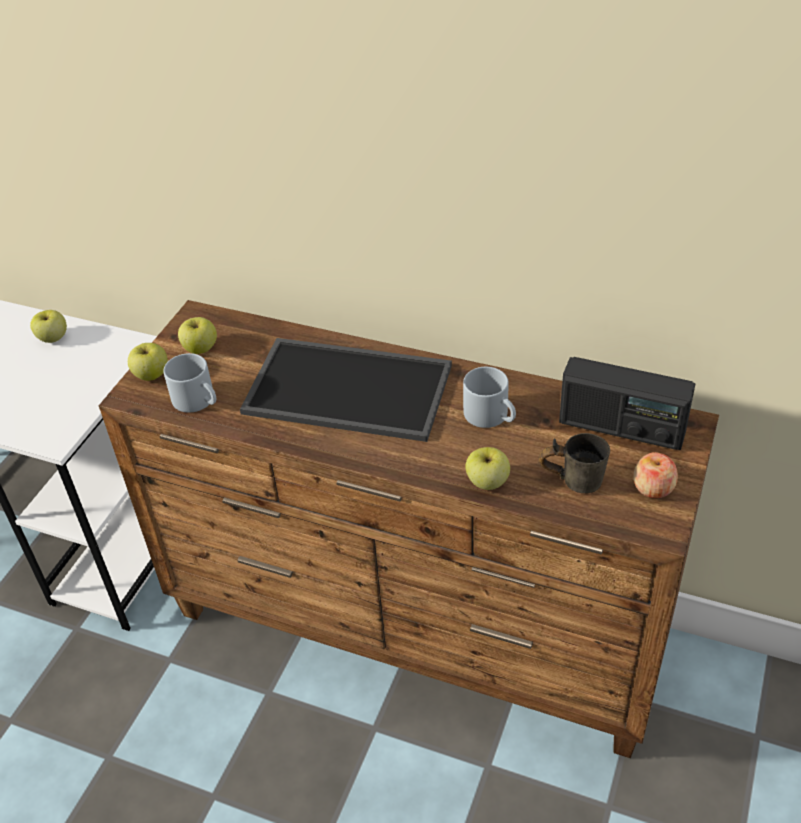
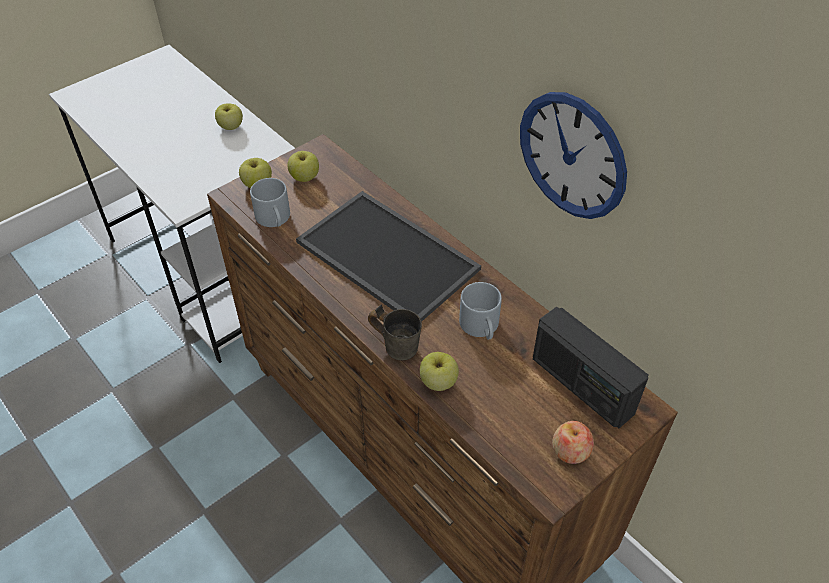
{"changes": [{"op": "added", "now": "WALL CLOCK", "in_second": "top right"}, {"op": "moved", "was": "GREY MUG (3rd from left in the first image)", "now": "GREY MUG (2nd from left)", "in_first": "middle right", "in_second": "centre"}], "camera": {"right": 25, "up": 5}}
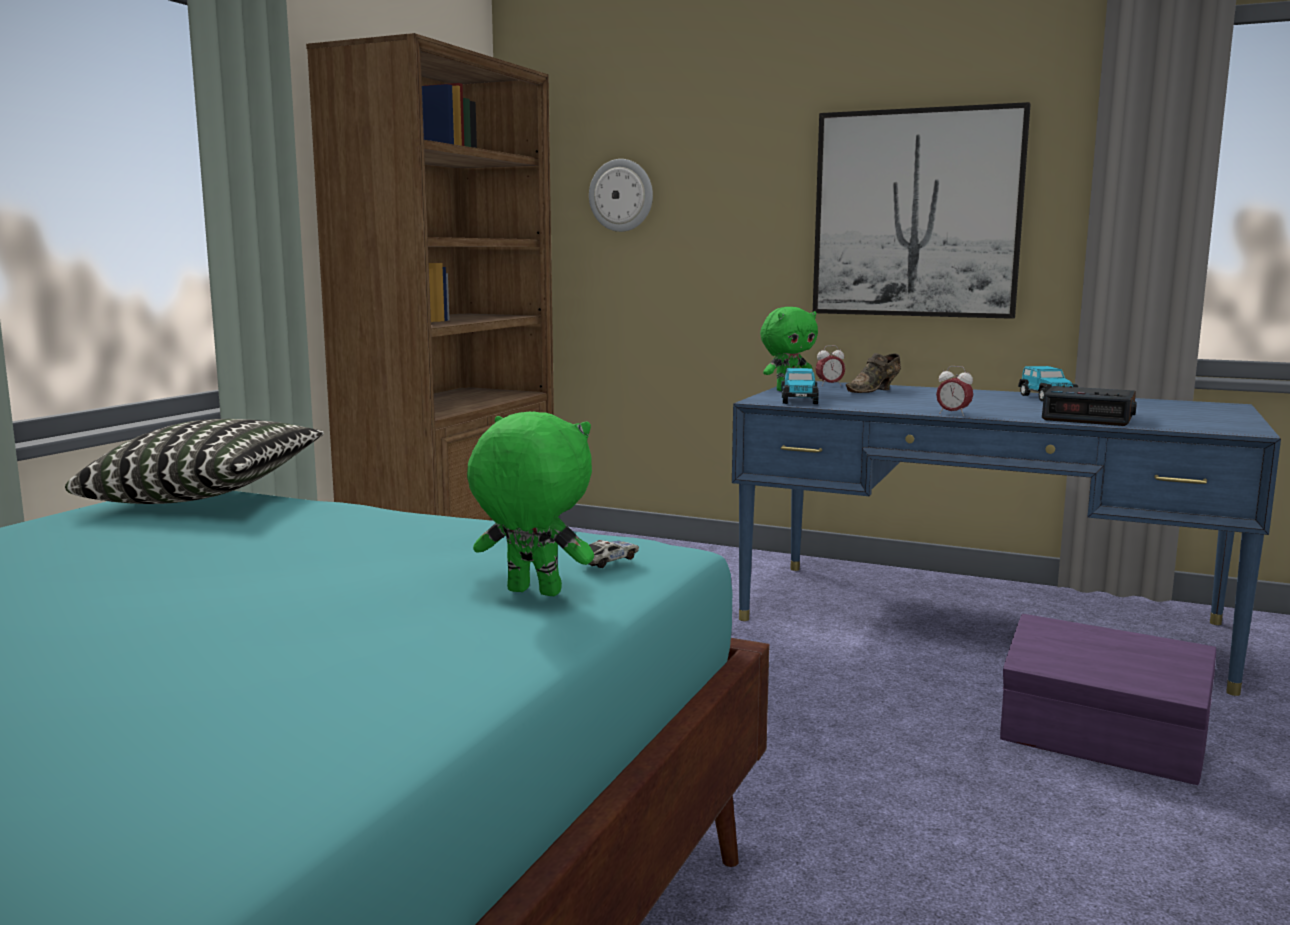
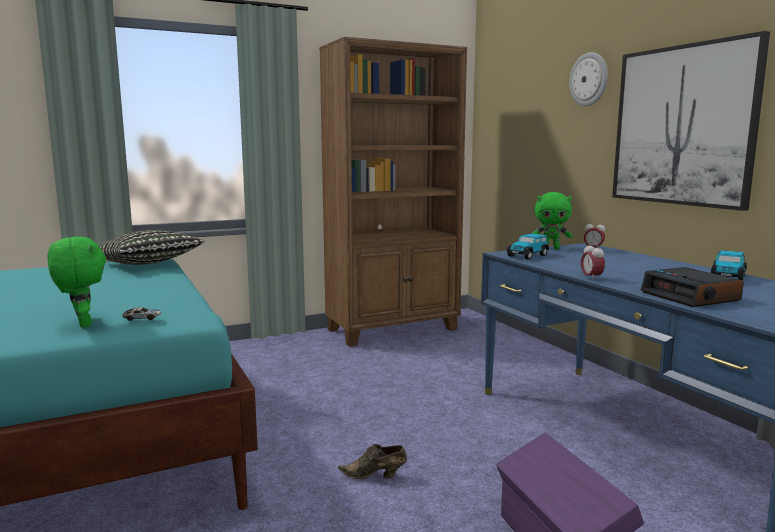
{"changes": [{"op": "moved", "was": "WALL CLOCK", "in_first": "top centre", "in_second": "top right"}, {"op": "moved", "was": "BROWN SHOE", "in_first": "middle right", "in_second": "bottom centre"}], "camera": {"right": 40, "up": 0}}
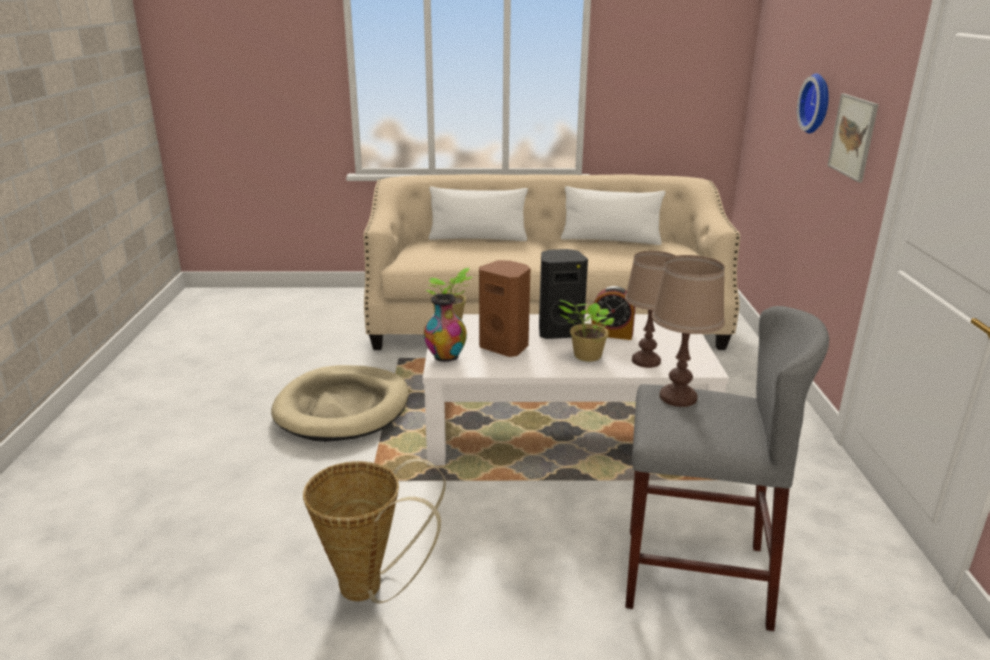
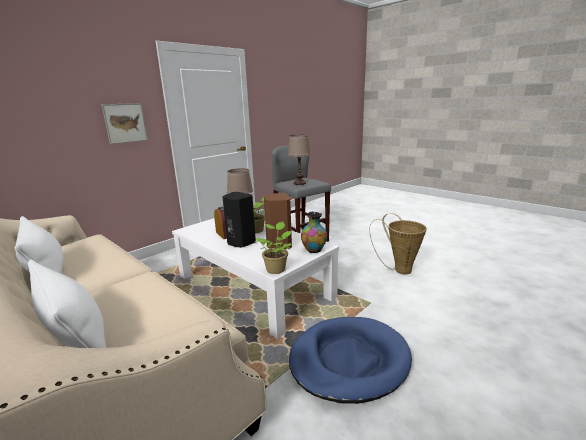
{"changes": [{"op": "removed", "was": "WALL CLOCK", "in_first": "top right"}, {"op": "recoloured", "was": "BEIGE DOG BED", "now": "BLUE DOG BED", "in_first": "centre", "in_second": "bottom centre"}], "camera": {"right": -135, "up": -5}}
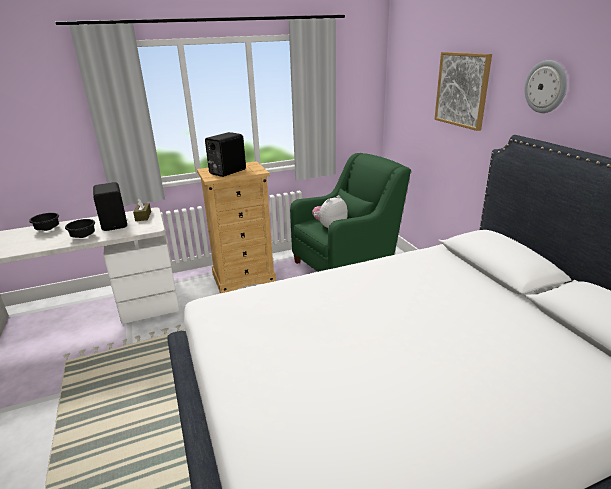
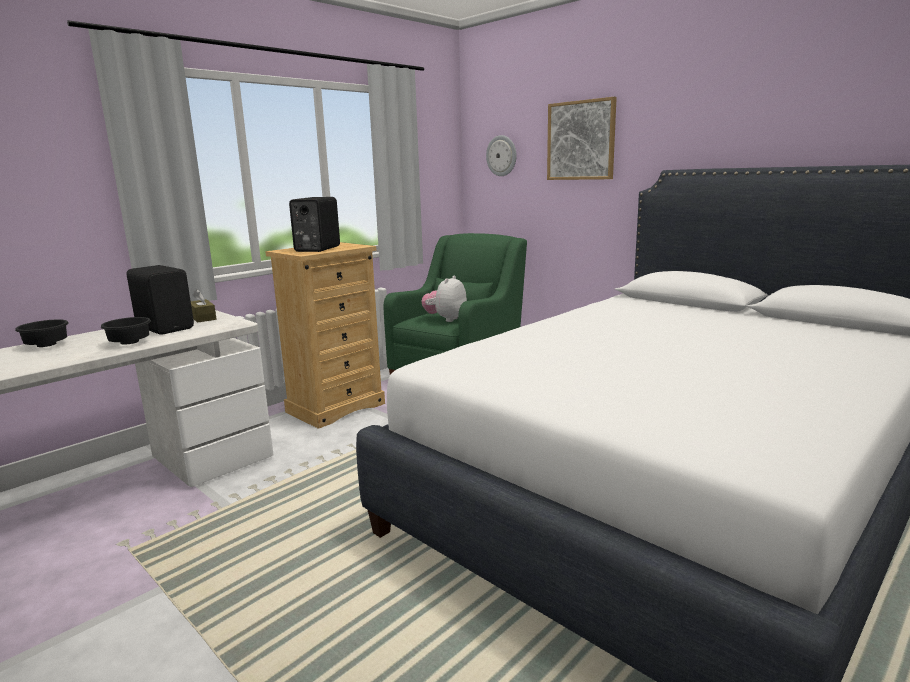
{"changes": [{"op": "moved", "was": "WALL CLOCK", "in_first": "top right", "in_second": "top centre"}], "camera": {"right": -25, "up": -10}}
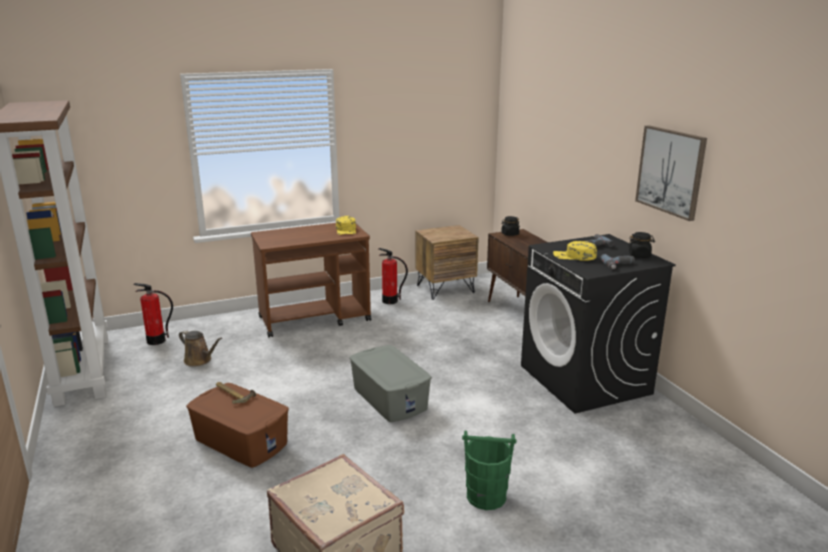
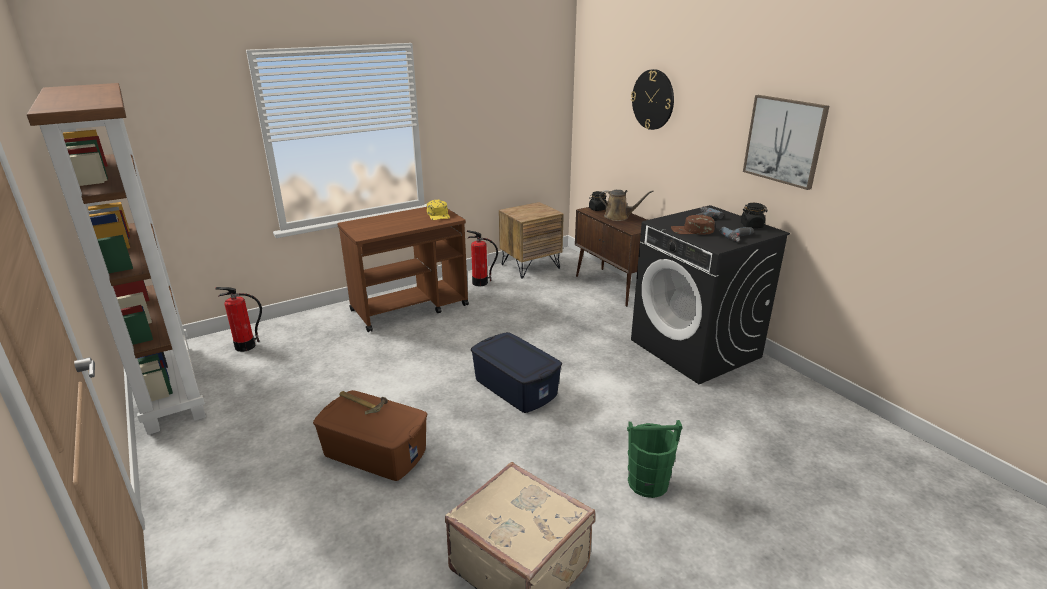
{"changes": [{"op": "added", "now": "WALL CLOCK", "in_second": "top centre"}, {"op": "moved", "was": "BROWN WATERING CAN", "in_first": "middle left", "in_second": "centre"}, {"op": "recoloured", "was": "GREY STORAGE BOX", "now": "BLUE STORAGE BOX", "in_first": "bottom centre", "in_second": "centre"}, {"op": "recoloured", "was": "YELLOW CAP (2nd from left)", "now": "BROWN CAP", "in_first": "middle right", "in_second": "centre"}], "camera": {"right": -10, "up": 5}}
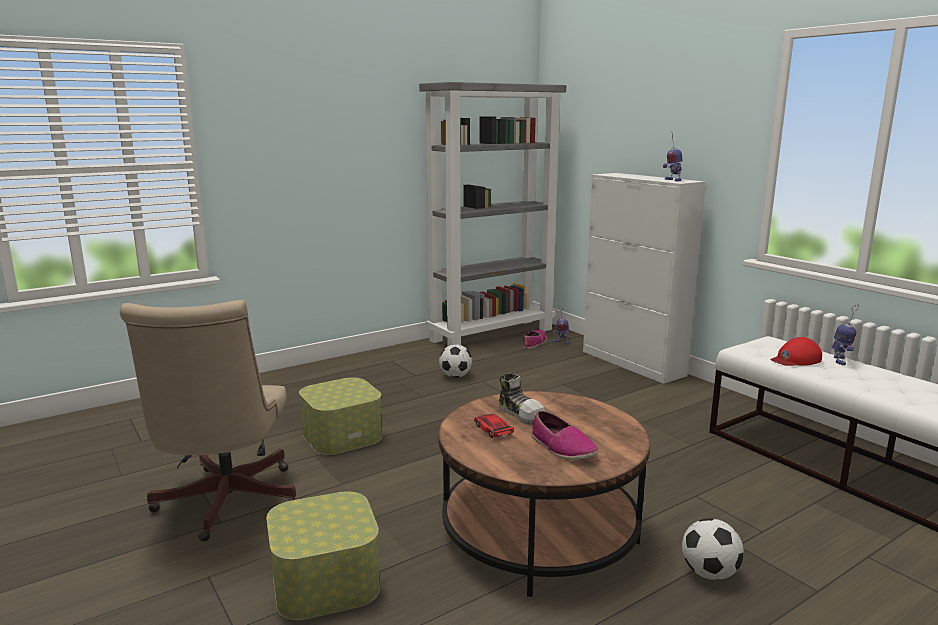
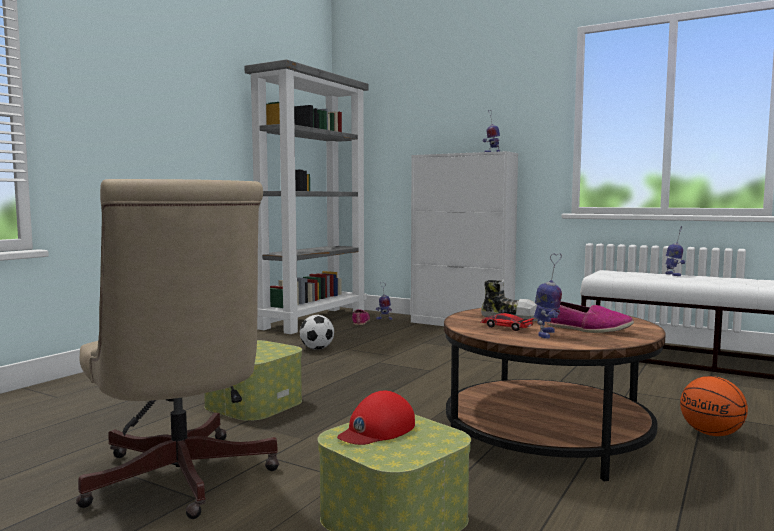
{"changes": [{"op": "added", "now": "TOY ROBOT (3rd from left)", "in_second": "middle right"}, {"op": "moved", "was": "RED CAP", "in_first": "middle right", "in_second": "bottom centre"}, {"op": "replaced", "was": "FOOTBALL (2nd from left)", "now": "BASKETBALL", "in_first": "bottom right", "in_second": "bottom right"}], "camera": {"right": -25, "up": -10}}
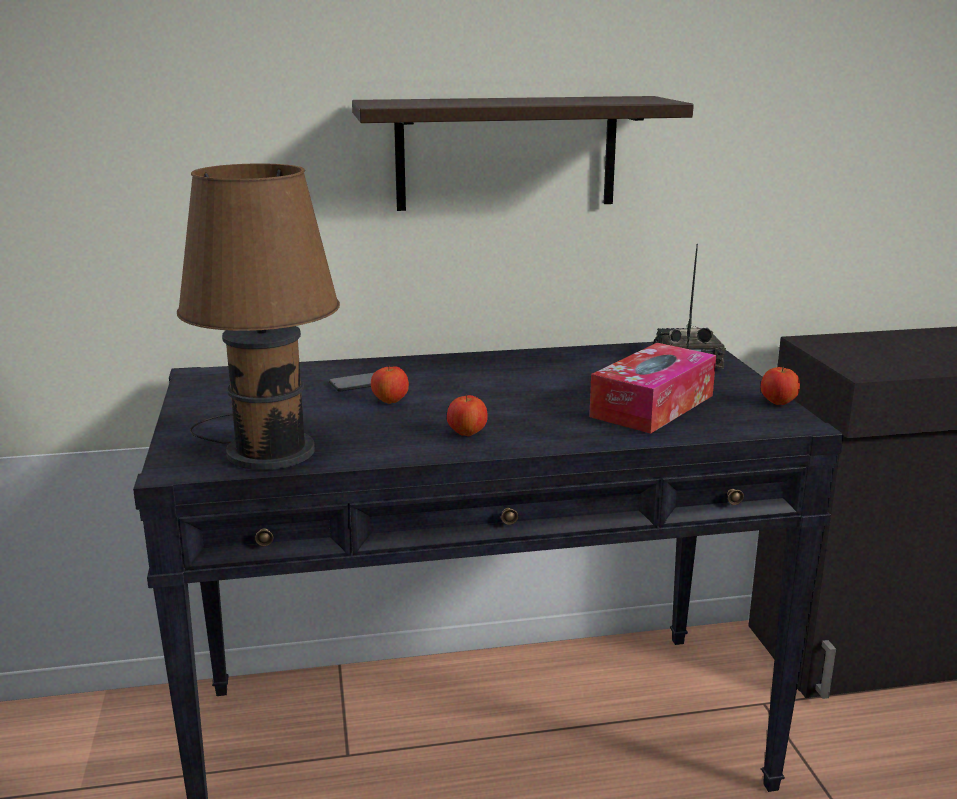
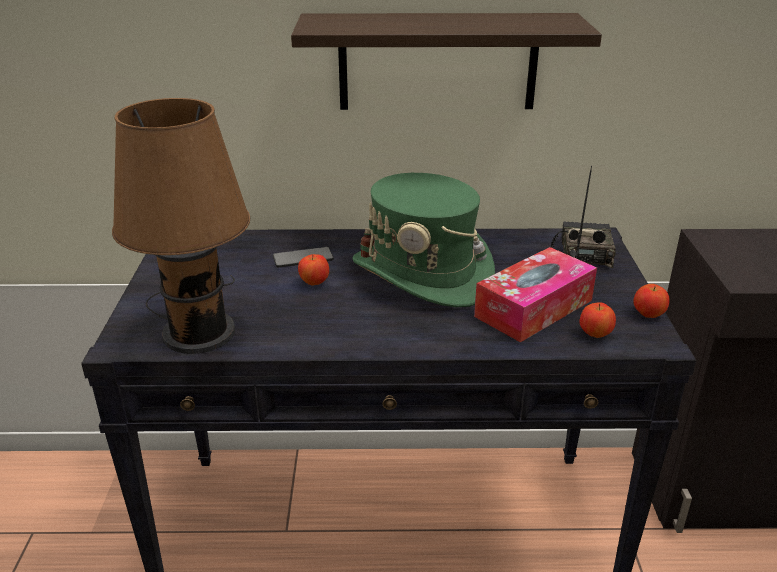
{"changes": [{"op": "added", "now": "GREEN HAT", "in_second": "centre"}, {"op": "moved", "was": "APPLE (2nd from left)", "in_first": "centre", "in_second": "middle right"}], "camera": {"right": 10, "up": 10}}
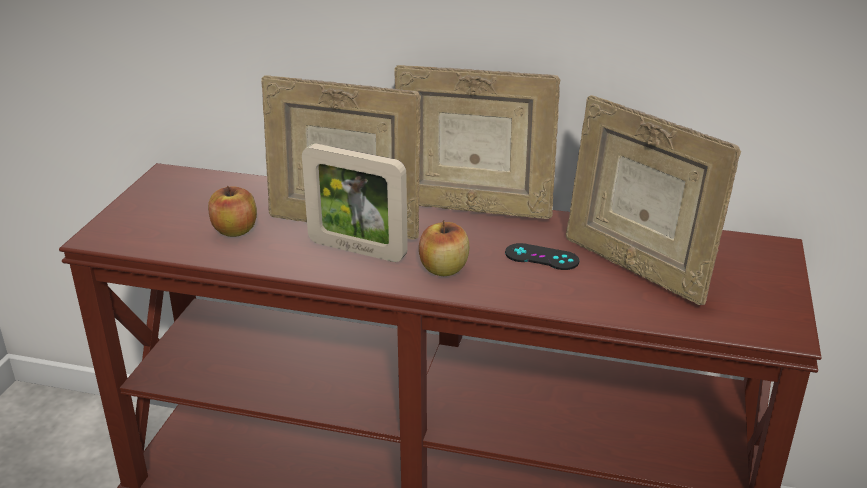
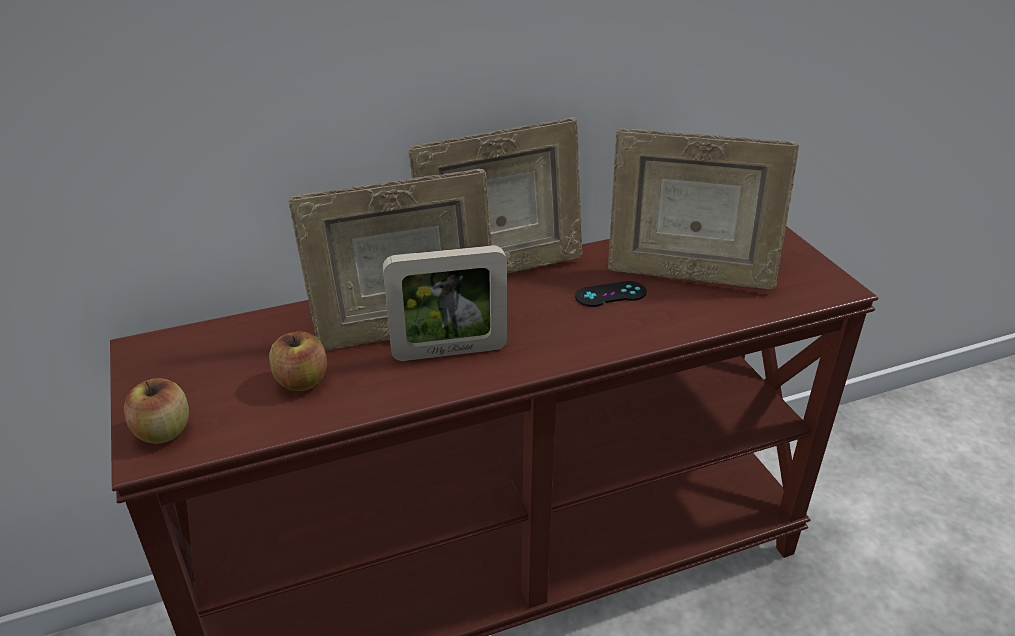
{"changes": [{"op": "moved", "was": "APPLE (2nd from left in the first image)", "now": "APPLE (1st from left)", "in_first": "centre", "in_second": "middle left"}], "camera": {"right": -35, "up": 5}}
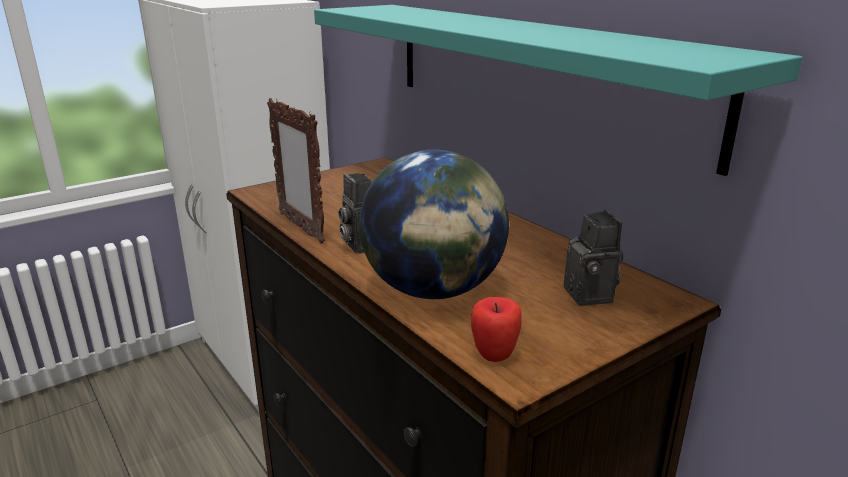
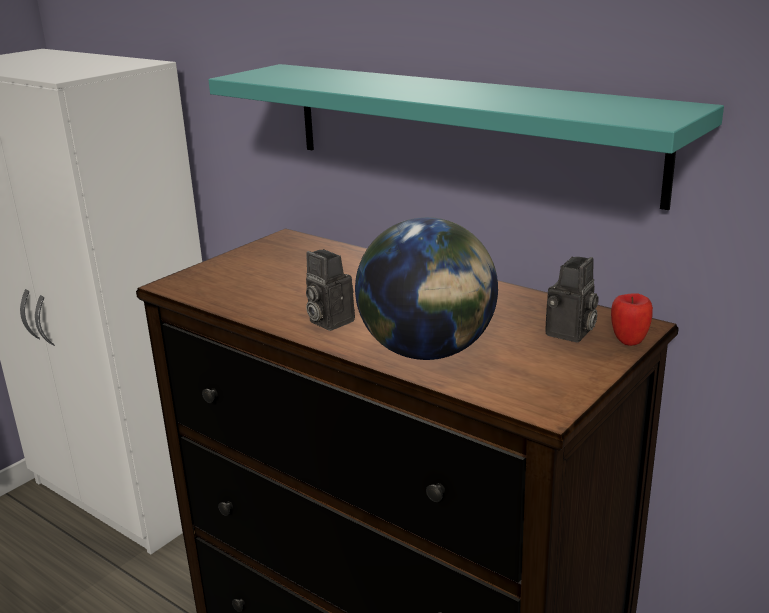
{"changes": [{"op": "removed", "was": "PICTURE FRAME", "in_first": "centre"}, {"op": "moved", "was": "APPLE", "in_first": "bottom centre", "in_second": "middle right"}, {"op": "turned", "was": "PHOTO CAMERA (2nd from left)", "in_first": "middle right", "in_second": "middle right", "clockwise": 60}], "camera": {"right": -15, "up": 0}}
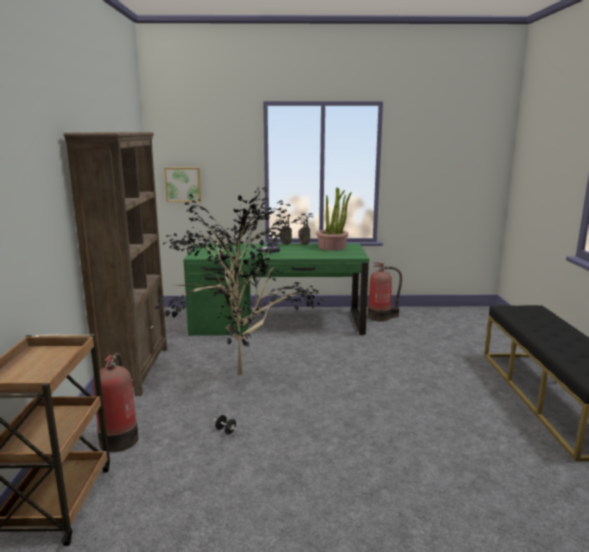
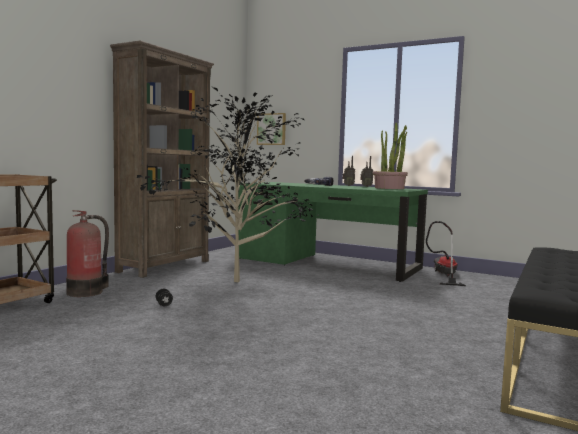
{"changes": [{"op": "replaced", "was": "FIRE EXTINGUISHER (2nd from left)", "now": "VACUUM CLEANER", "in_first": "centre", "in_second": "middle right"}], "camera": {"right": 30, "up": -10}}
